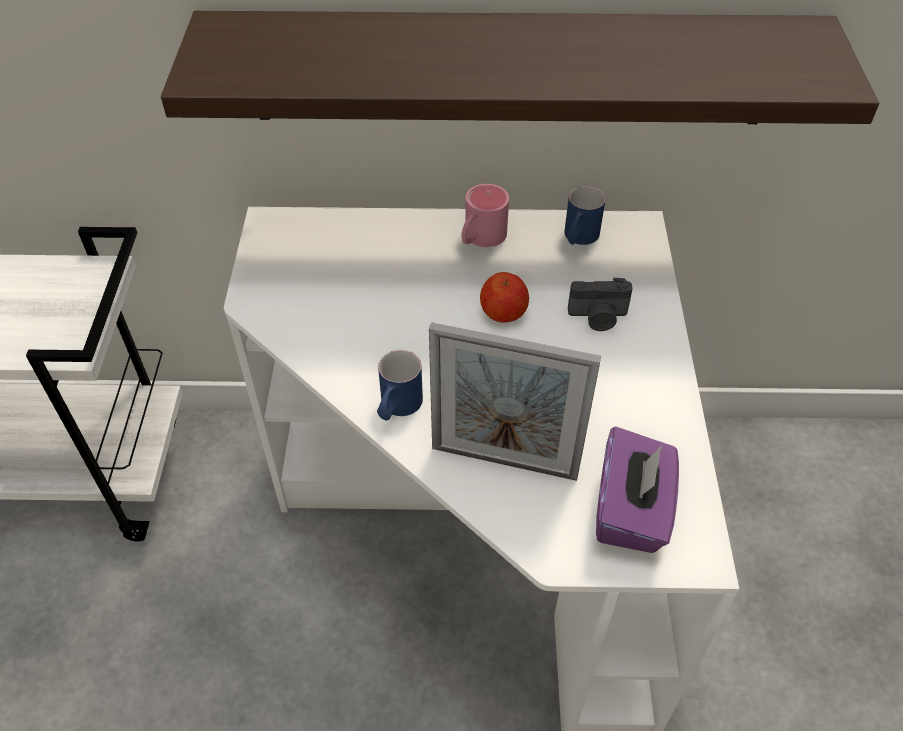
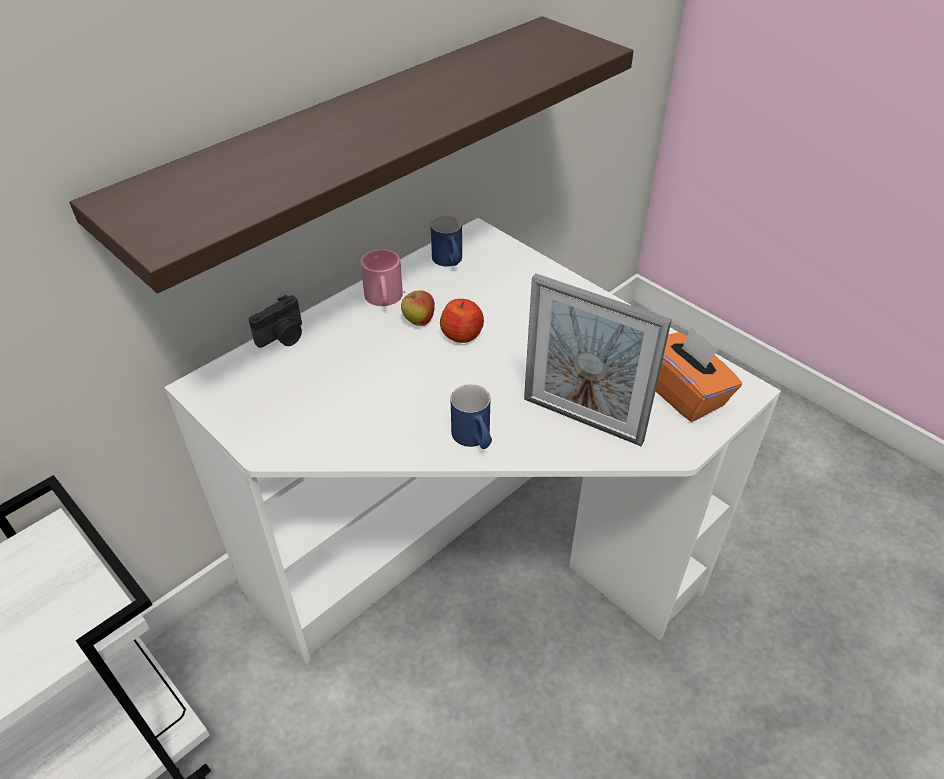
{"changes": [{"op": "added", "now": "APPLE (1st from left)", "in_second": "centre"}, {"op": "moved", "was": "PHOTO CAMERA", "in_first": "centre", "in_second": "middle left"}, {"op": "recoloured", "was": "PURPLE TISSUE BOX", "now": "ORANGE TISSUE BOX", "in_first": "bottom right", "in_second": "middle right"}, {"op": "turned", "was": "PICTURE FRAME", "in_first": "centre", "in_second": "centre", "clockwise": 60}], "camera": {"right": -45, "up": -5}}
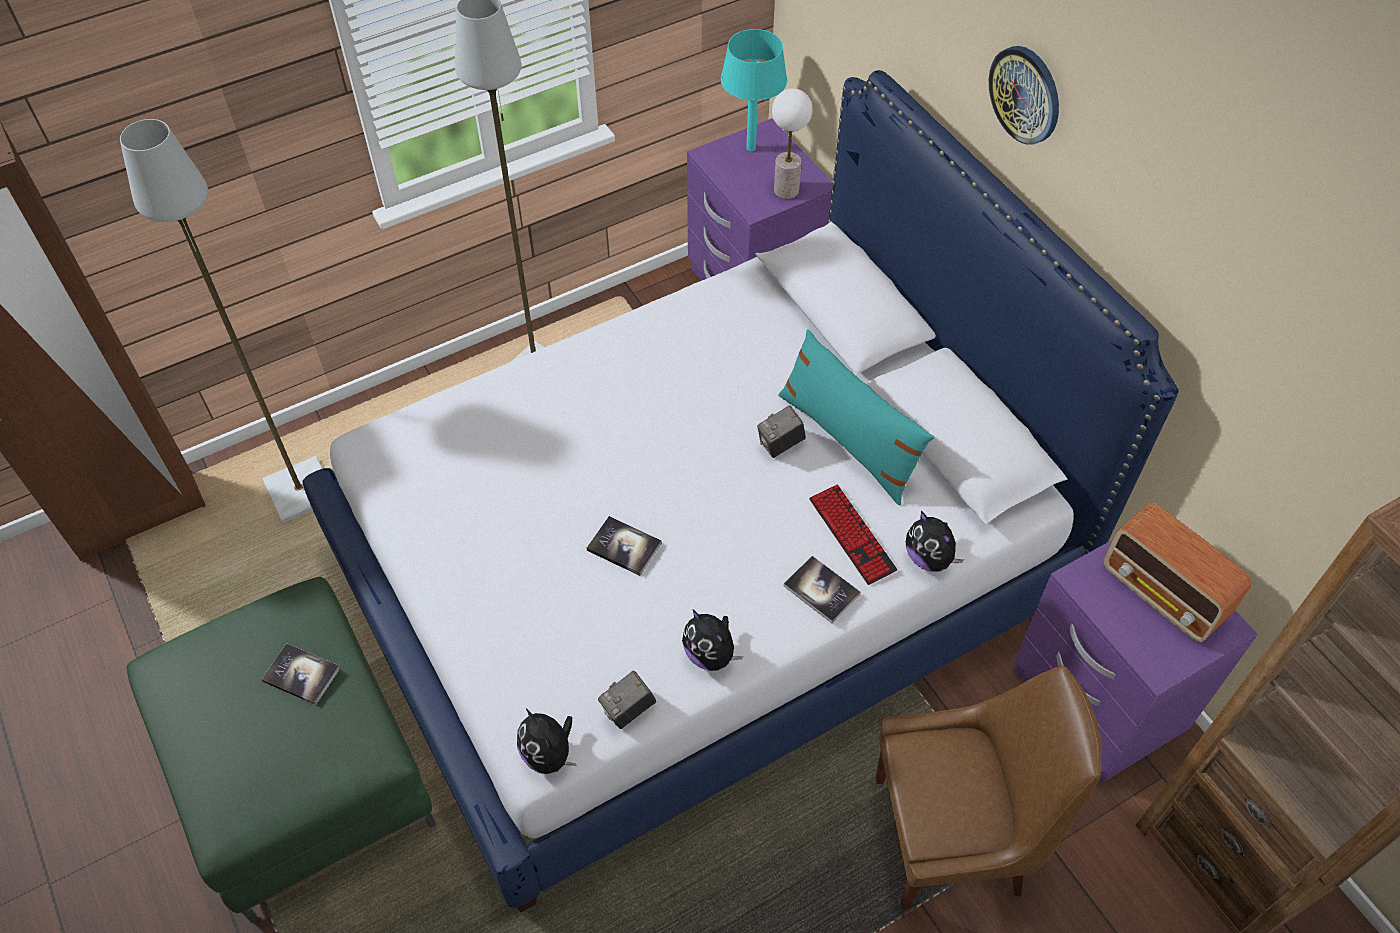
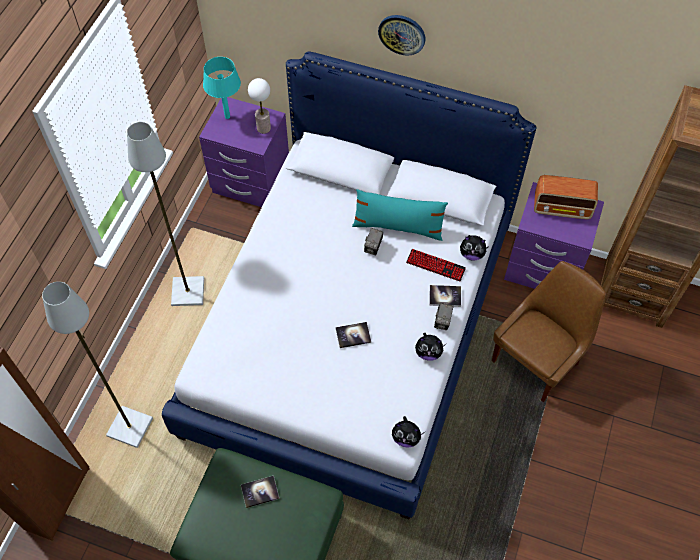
{"changes": [{"op": "moved", "was": "PHOTO CAMERA (1st from left in the first image)", "now": "PHOTO CAMERA (2nd from left)", "in_first": "bottom centre", "in_second": "centre"}], "camera": {"right": -40, "up": 5}}
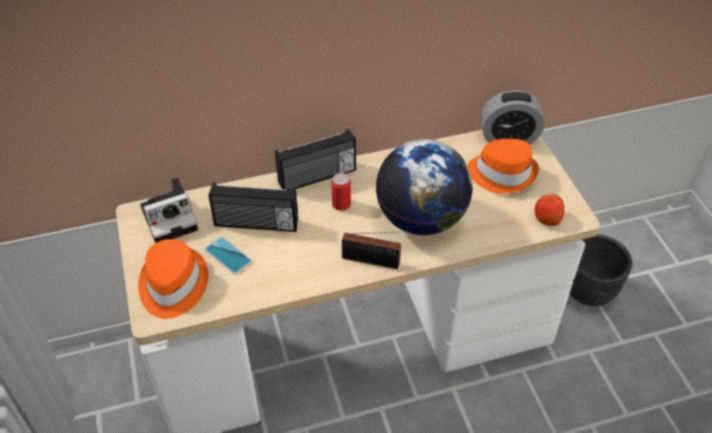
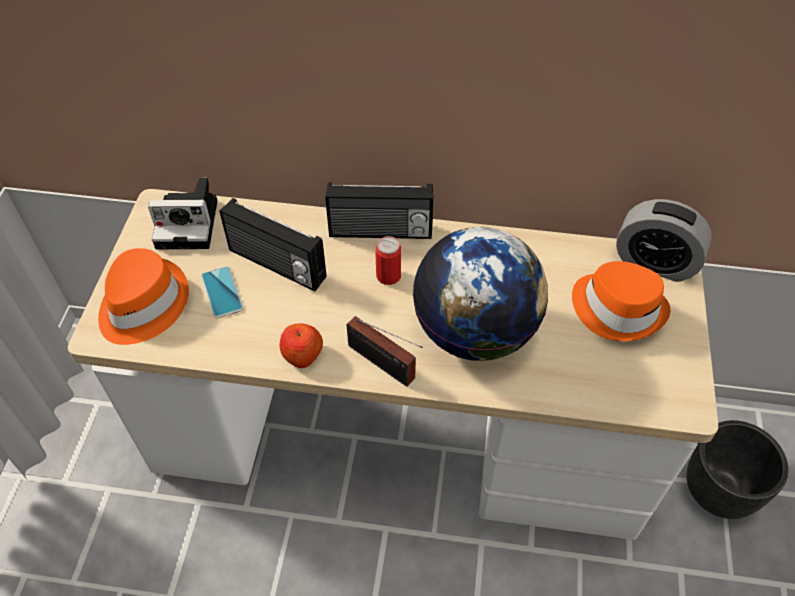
{"changes": [{"op": "moved", "was": "APPLE", "in_first": "middle right", "in_second": "centre"}], "camera": {"right": 25, "up": 5}}
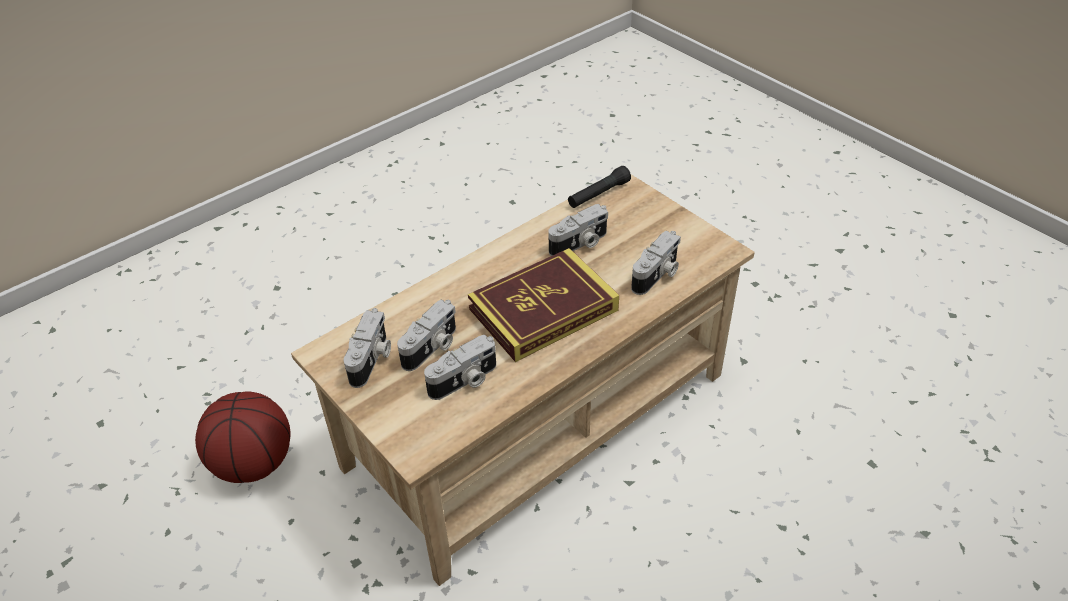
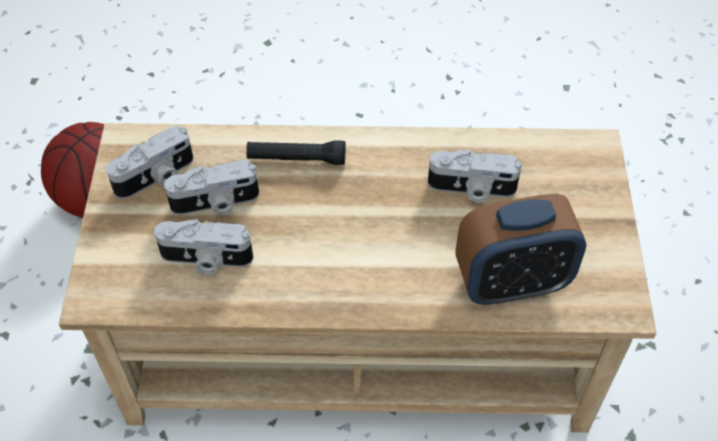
{"changes": [{"op": "removed", "was": "BOOK", "in_first": "centre"}, {"op": "moved", "was": "BLACK FLASHLIGHT", "in_first": "top centre", "in_second": "centre"}, {"op": "replaced", "was": "PHOTO CAMERA (5th from left)", "now": "ALARM CLOCK", "in_first": "centre", "in_second": "middle right"}], "camera": {"right": 40, "up": 10}}
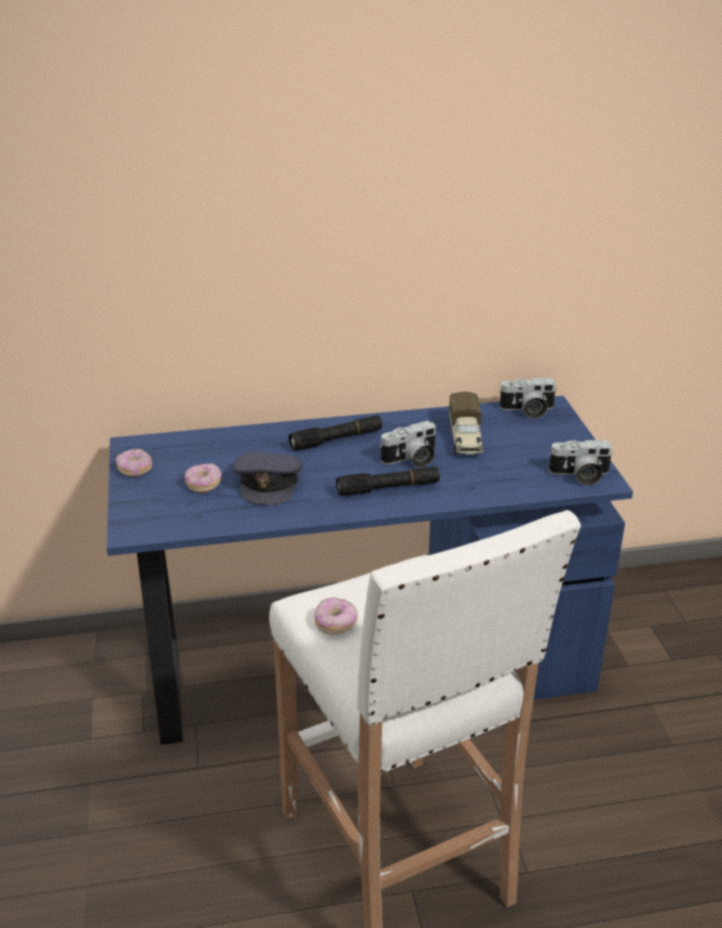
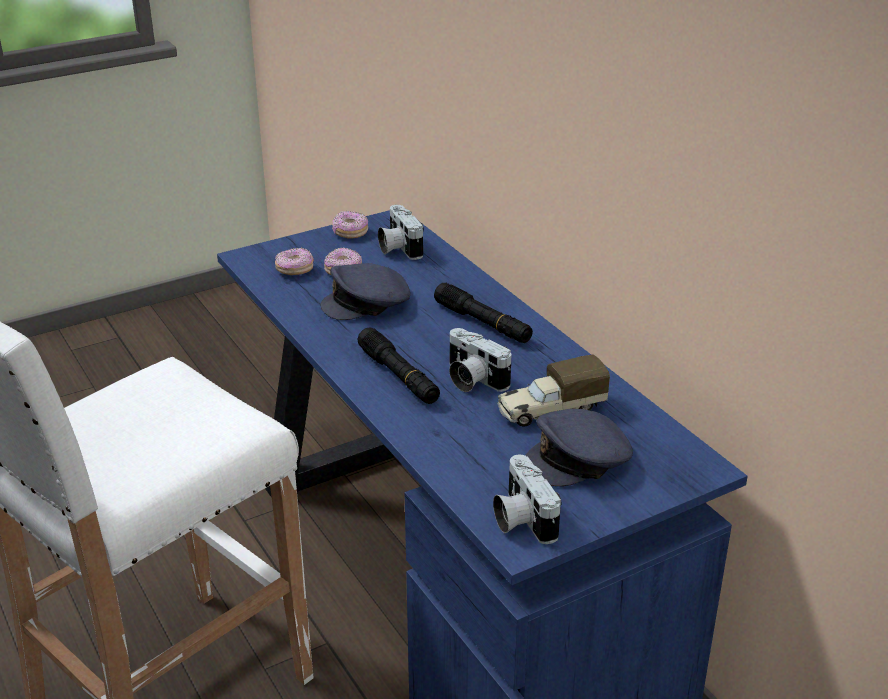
{"changes": [{"op": "added", "now": "GREY CAP (2nd from left)", "in_second": "centre"}, {"op": "moved", "was": "DONUT (3rd from left in the first image)", "now": "DONUT (1st from left)", "in_first": "centre", "in_second": "middle left"}, {"op": "moved", "was": "PHOTO CAMERA (2nd from left in the first image)", "now": "PHOTO CAMERA (1st from left)", "in_first": "middle right", "in_second": "top centre"}], "camera": {"right": 70, "up": 0}}
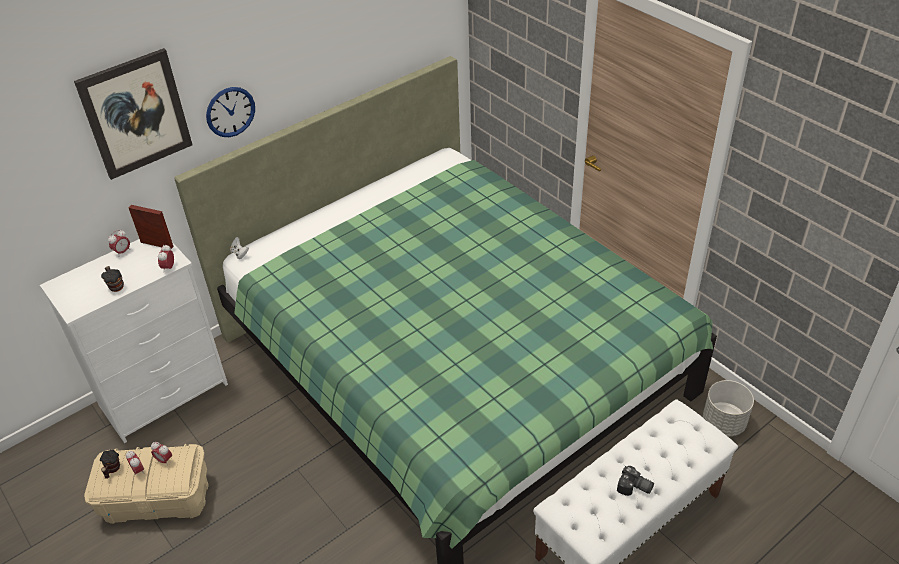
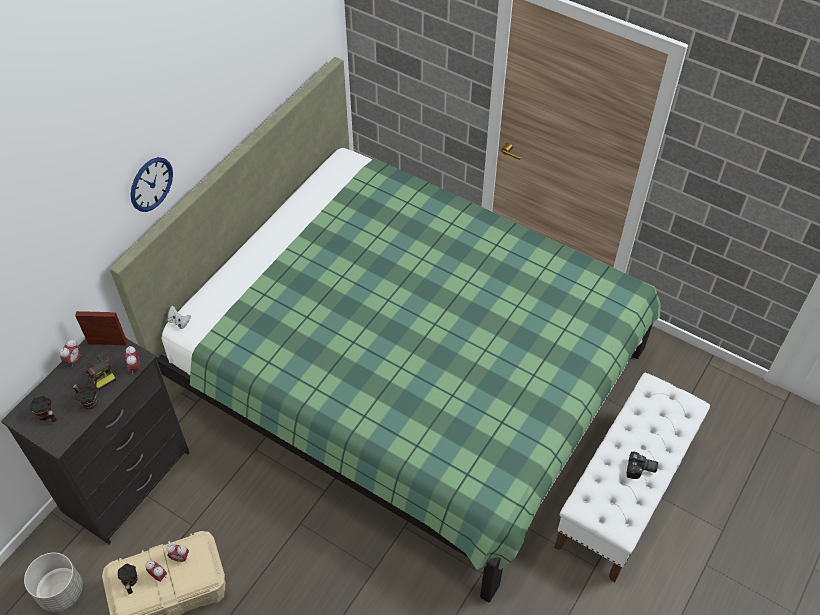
{"changes": [{"op": "removed", "was": "PICTURE", "in_first": "top left"}, {"op": "added", "now": "MUG (1st from left)", "in_second": "middle left"}, {"op": "added", "now": "PHOTO CAMERA (1st from left)", "in_second": "middle left"}, {"op": "moved", "was": "GREY PLANTER", "in_first": "bottom right", "in_second": "bottom left"}, {"op": "recoloured", "was": "WHITE DRESSER", "now": "BLACK DRESSER", "in_first": "middle left", "in_second": "bottom left"}], "camera": {"right": -20, "up": 10}}
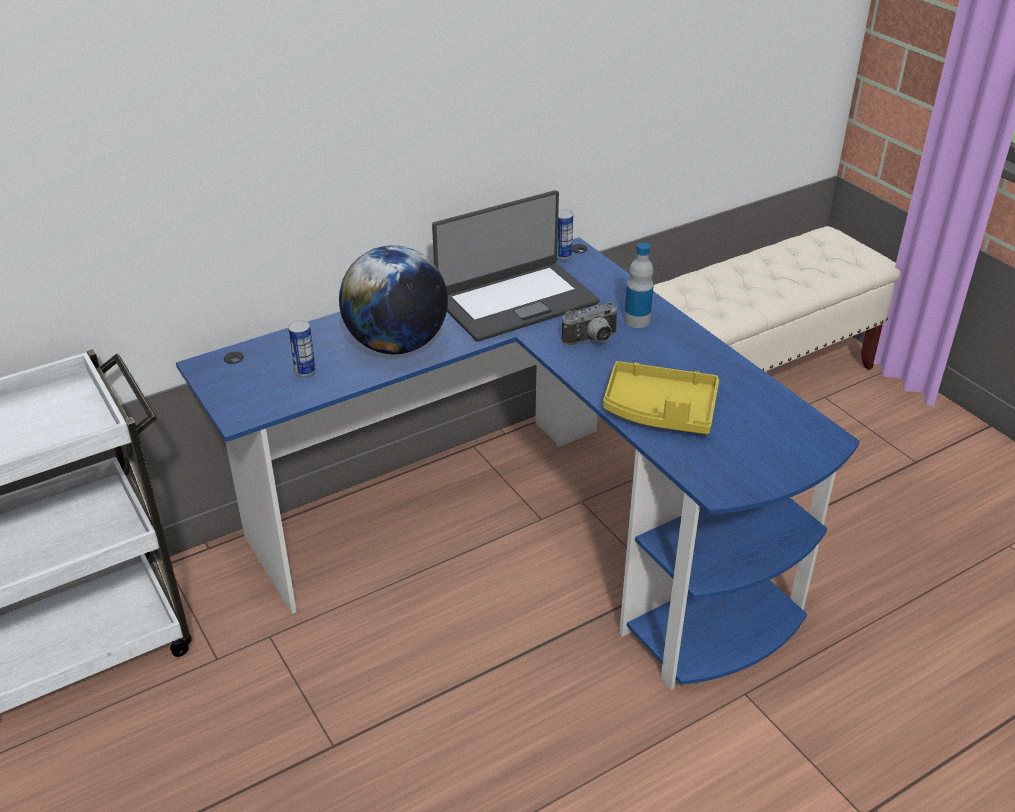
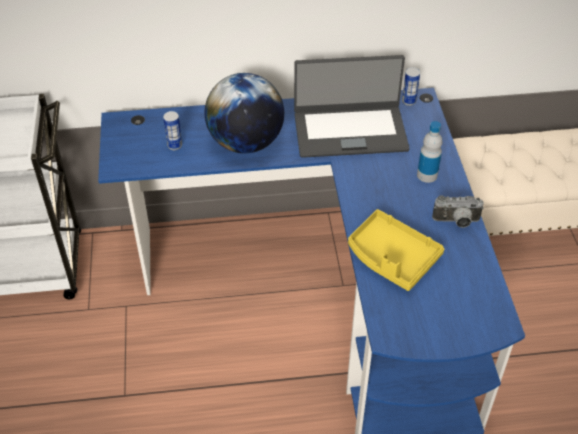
{"changes": [{"op": "moved", "was": "PHOTO CAMERA", "in_first": "centre", "in_second": "middle right"}], "camera": {"right": 25, "up": 10}}
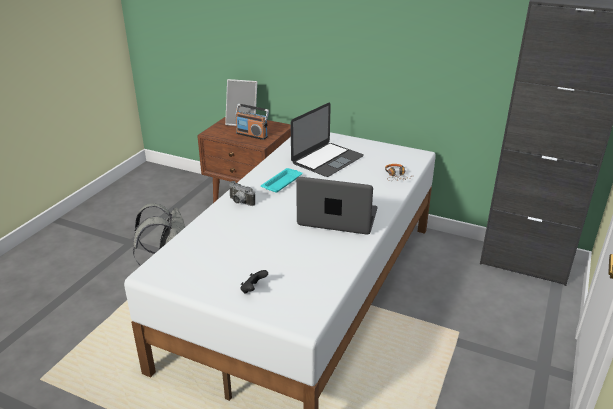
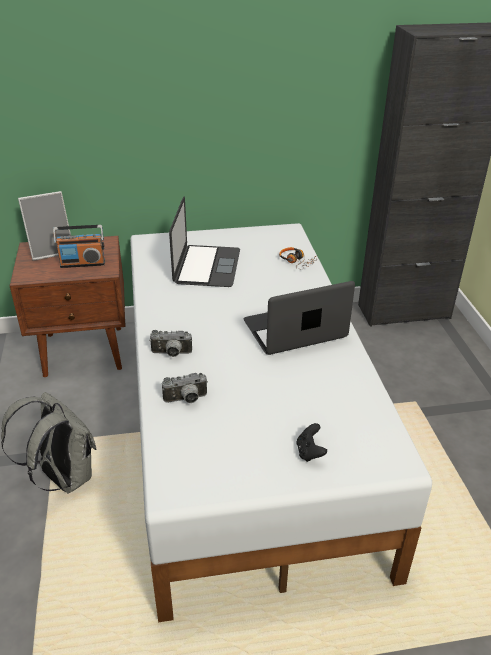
{"changes": [{"op": "removed", "was": "TURQUOISE TRAY", "in_first": "centre"}, {"op": "added", "now": "PHOTO CAMERA (2nd from left)", "in_second": "centre"}], "camera": {"right": -35, "up": 5}}
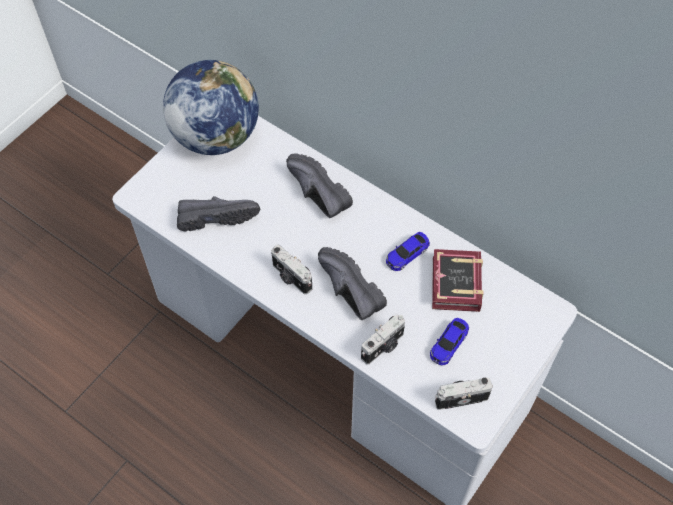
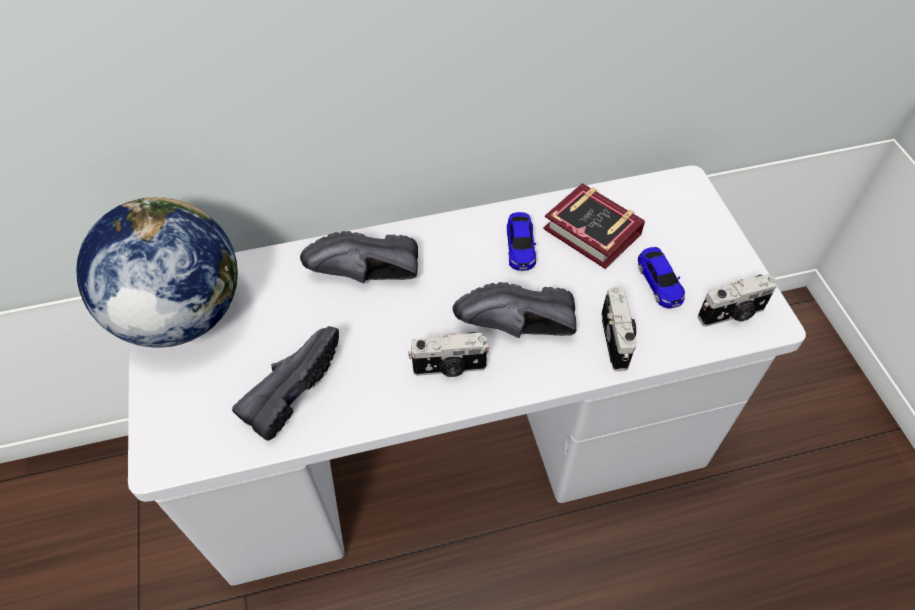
{"changes": [{"op": "turned", "was": "PHOTO CAMERA (3rd from left)", "in_first": "bottom right", "in_second": "middle right", "clockwise": -135}], "camera": {"right": -50, "up": -5}}
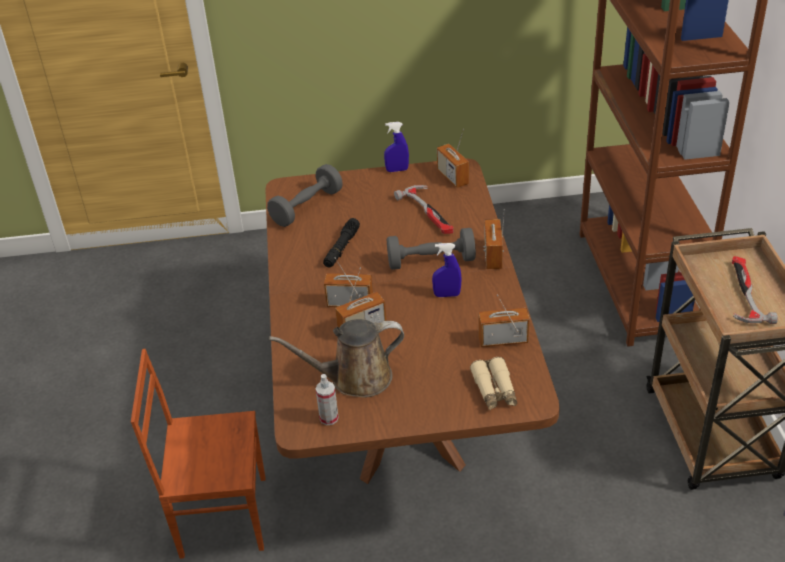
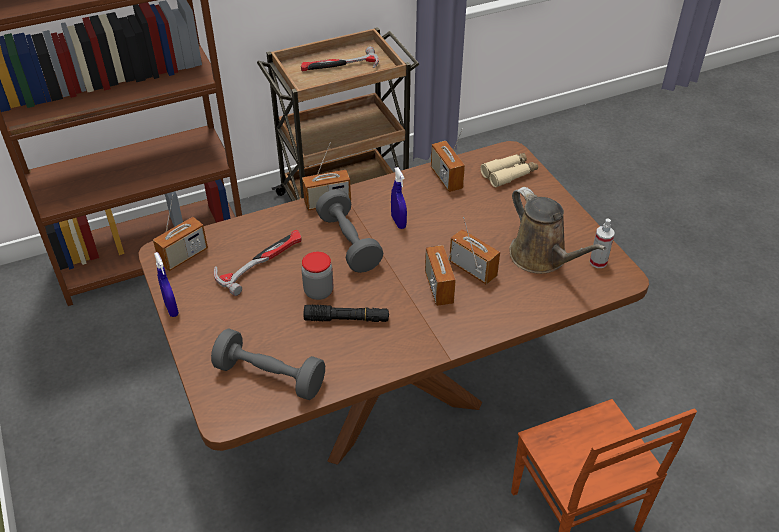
{"changes": [{"op": "added", "now": "JAR", "in_second": "centre"}], "camera": {"right": -110, "up": 5}}
